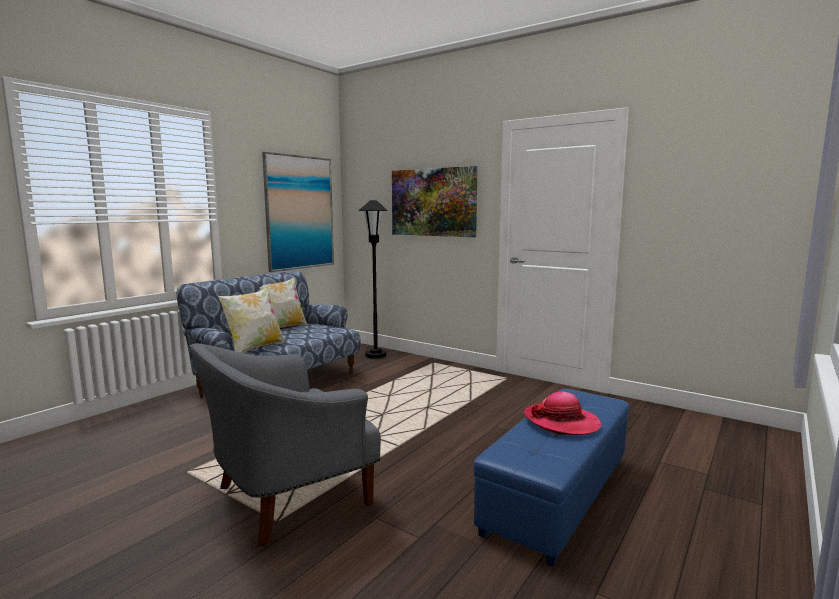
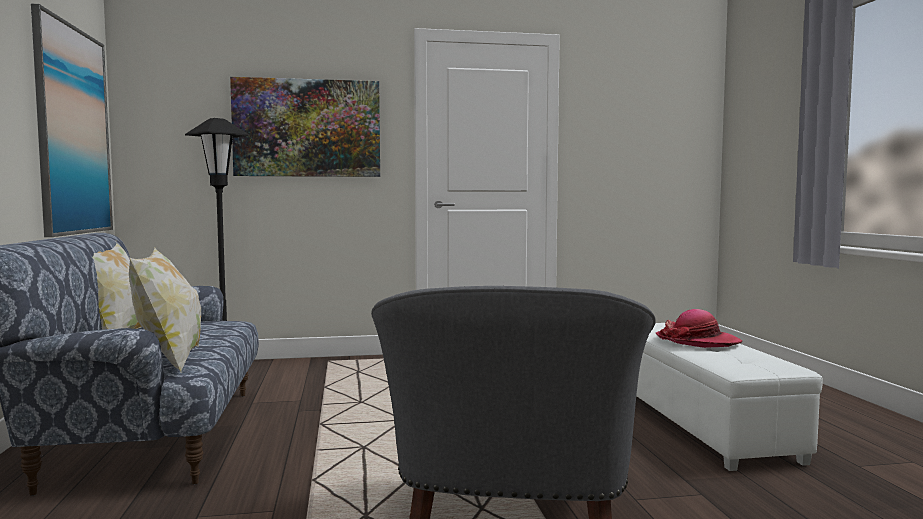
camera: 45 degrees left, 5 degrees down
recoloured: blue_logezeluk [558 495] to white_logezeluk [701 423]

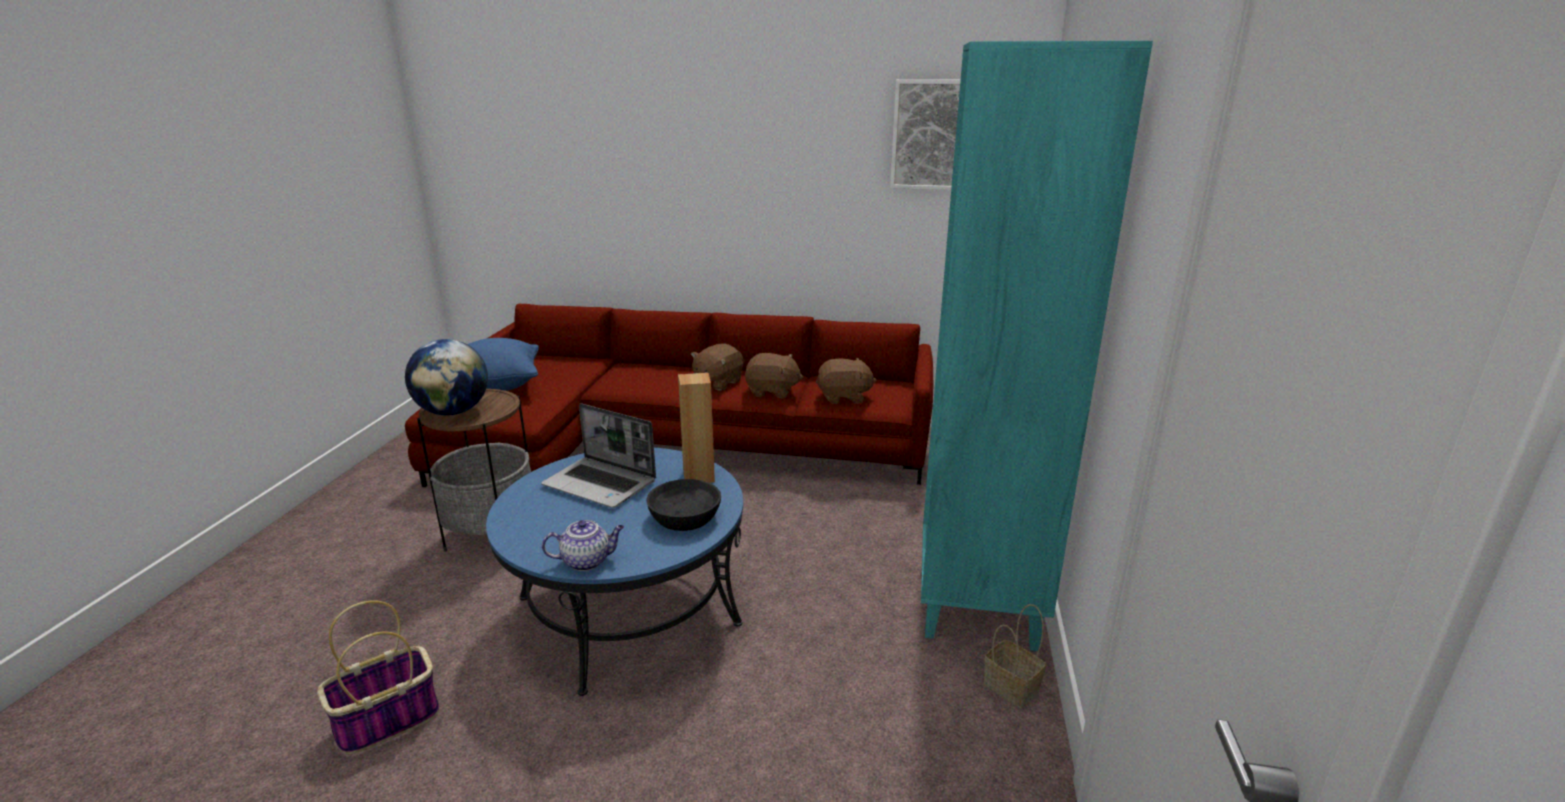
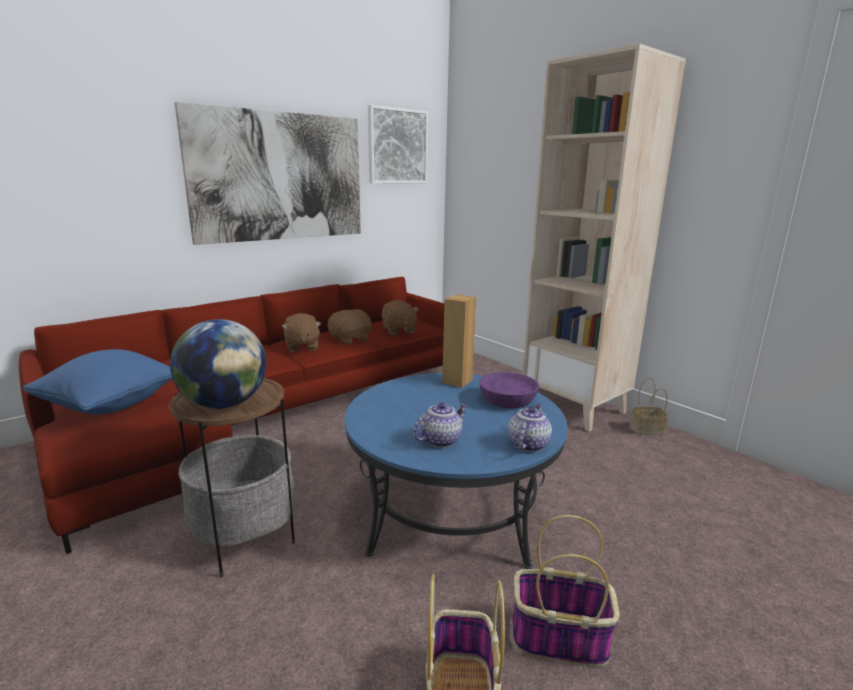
camera: 50 degrees left, 5 degrees down
removed: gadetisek [601 484]
added: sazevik [279 177]; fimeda [441 440]; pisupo [558 638]
recoloured: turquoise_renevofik [979 603] to beige_renevofik [575 408]; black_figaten [686 517] to purple_figaten [508 399]
turned: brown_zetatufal [844 397] = [398 330] 120 degrees clockwise

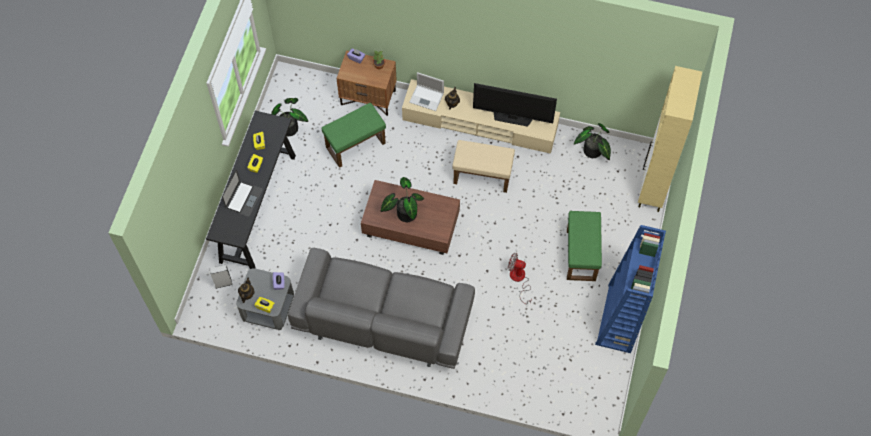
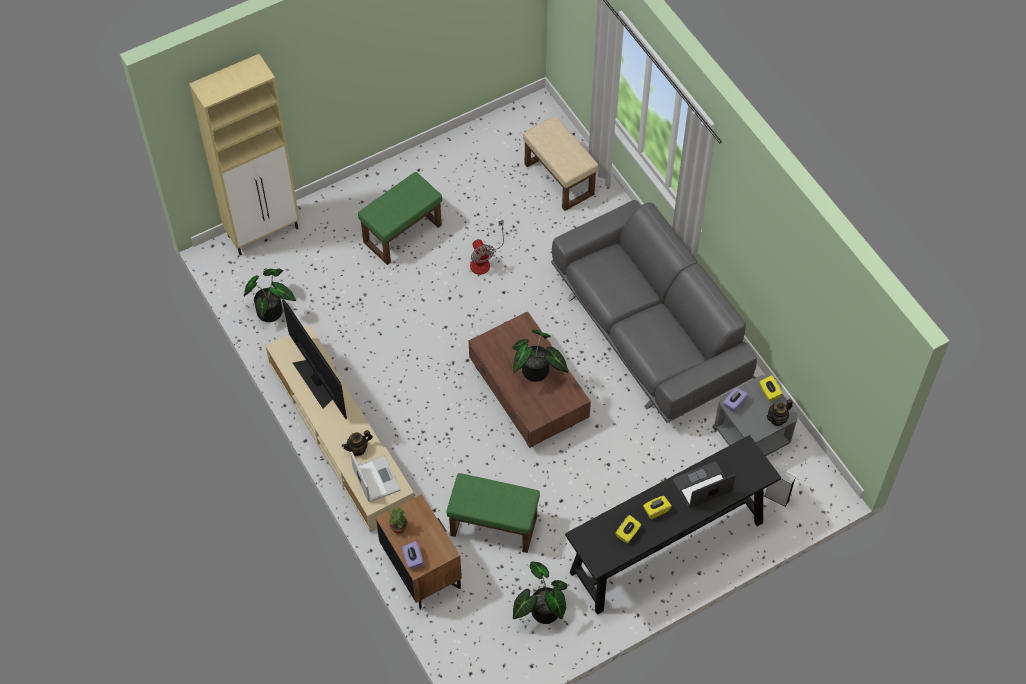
camera: 135 degrees left, 5 degrees down
removed: blue_renevofik [619 319]
moved: beige_logezeluk [481 176] to [560 179]

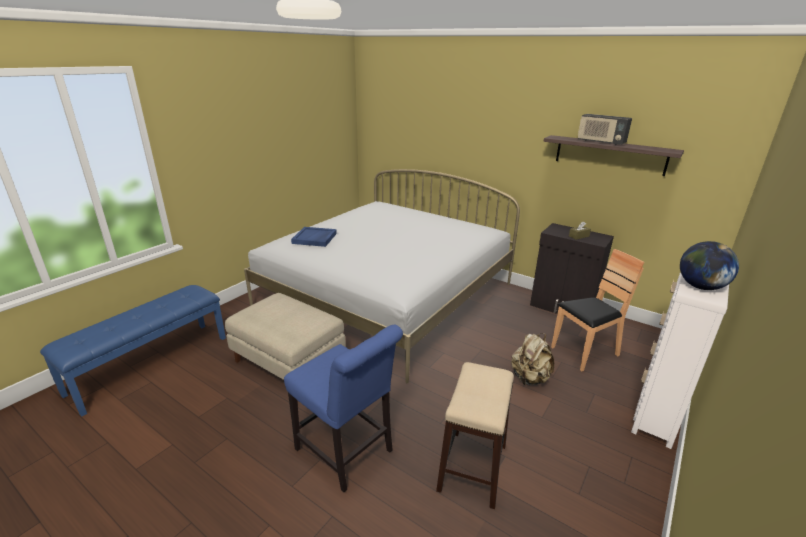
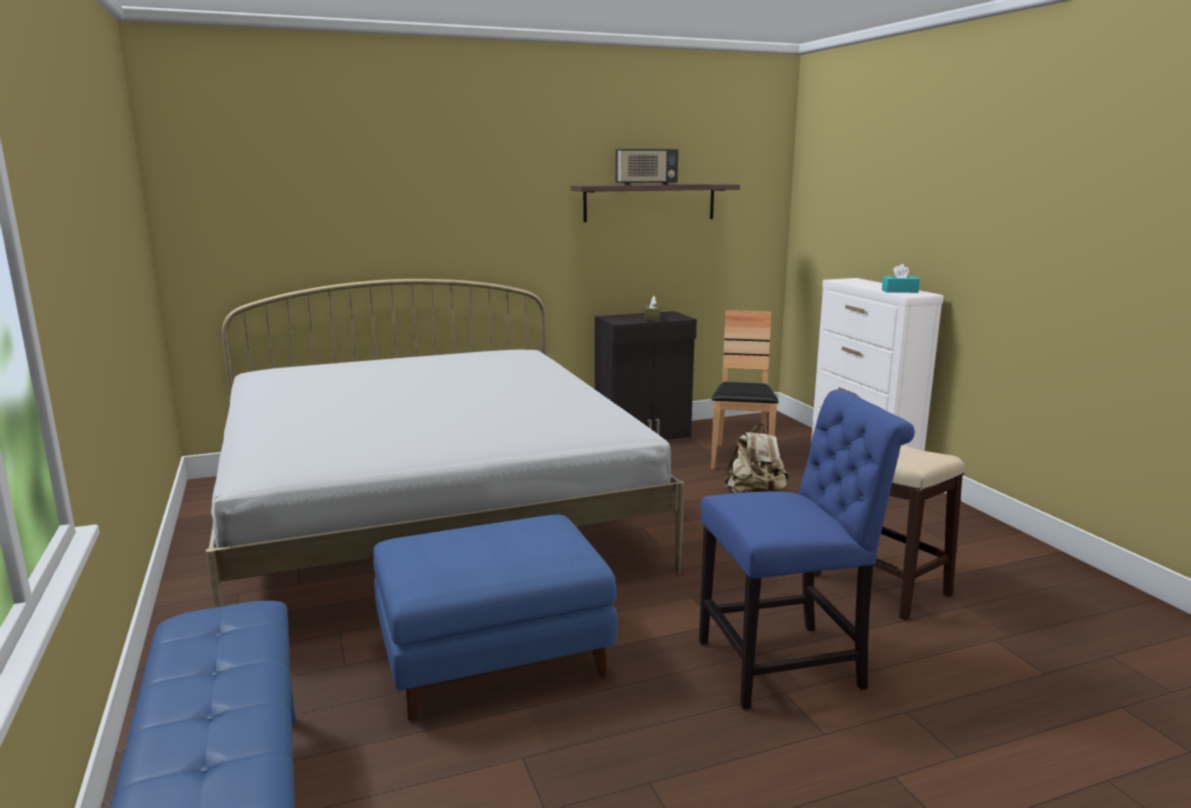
camera: 55 degrees left, 10 degrees down
removed: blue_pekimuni [315 238]
replaced: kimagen [700 287] to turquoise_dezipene [899 291]
recoloured: beige_logezeluk [290 361] to blue_logezeluk [495 657]

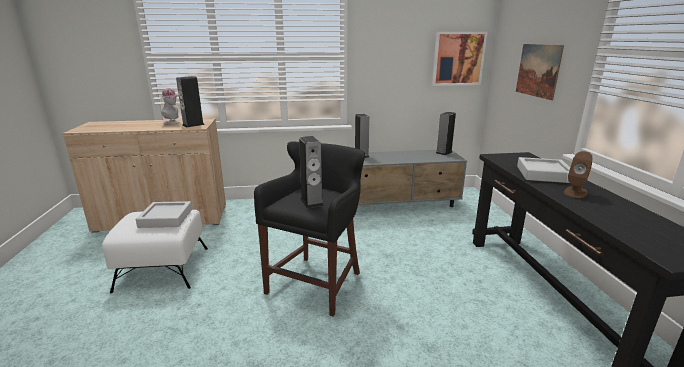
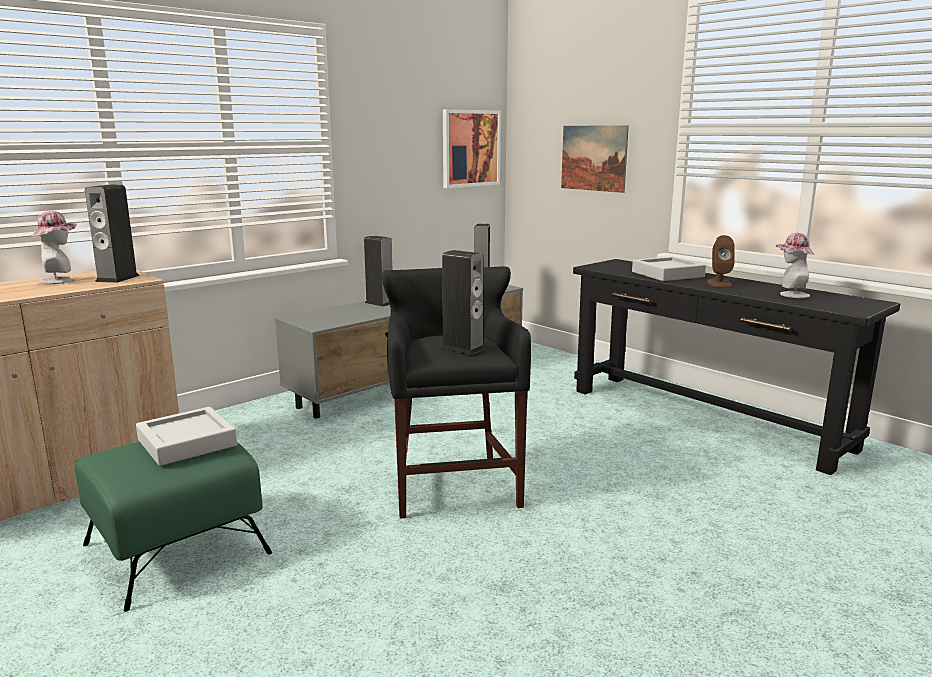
camera: 35 degrees left, 5 degrees down
added: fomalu [790 295]
recoloured: white_logezeluk [162 268] to green_logezeluk [175 549]

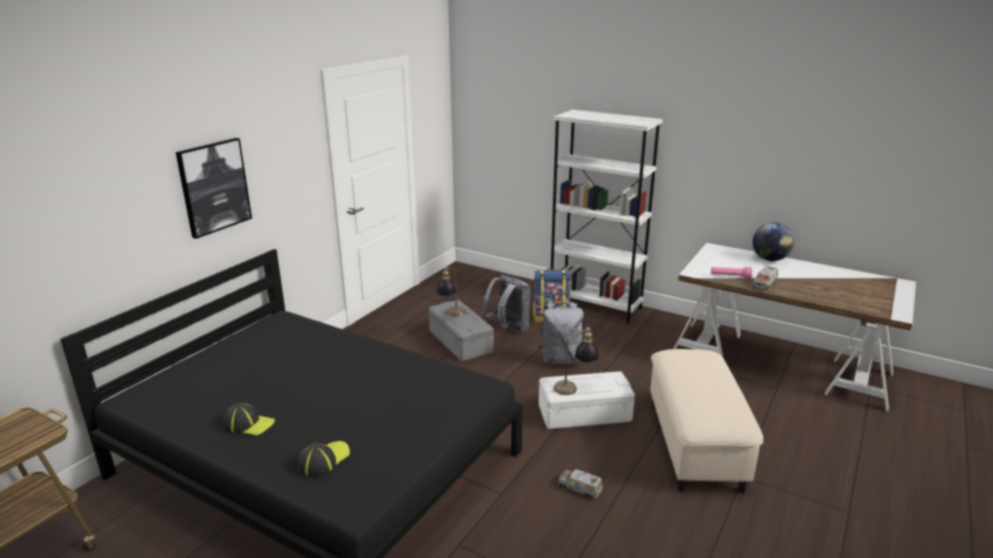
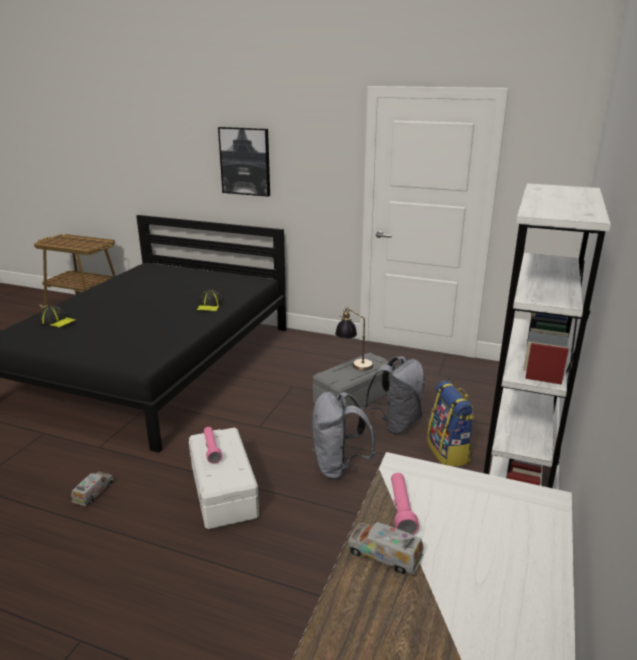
camera: 80 degrees right, 0 degrees up
removed: kimagen [769 259]; beige_logezeluk [696 445]
moved: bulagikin [249 424] to [209 305]
replaced: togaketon [575 388] to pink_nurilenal [211 449]

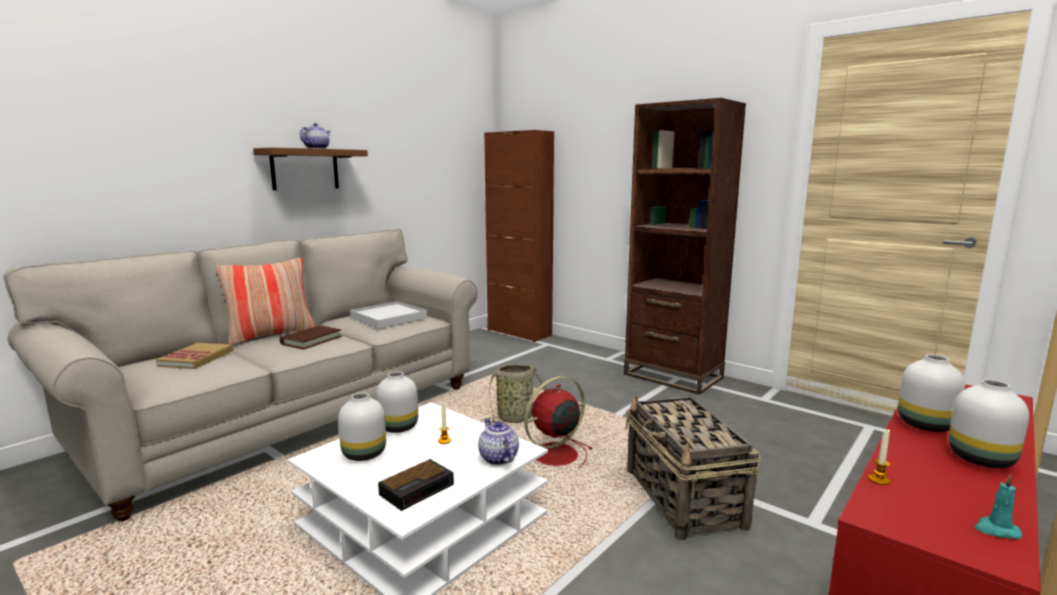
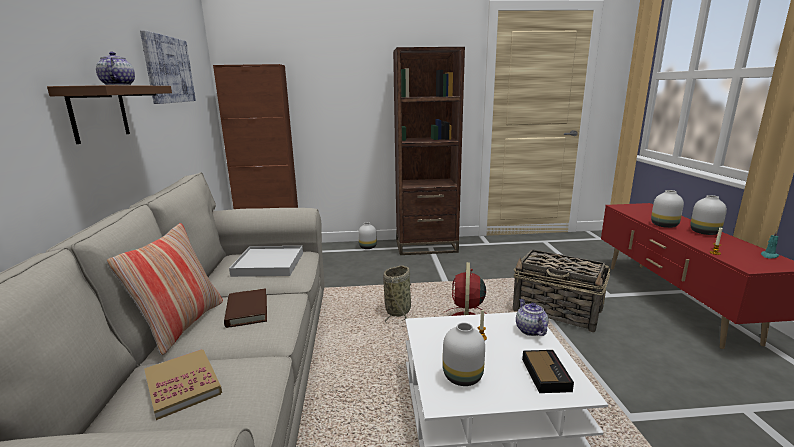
camera: 45 degrees left, 5 degrees up
added: sazevik [168 70]
moved: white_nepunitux [399 427] to [368 247]
turned: fimeda [497 458] = [530 330] 60 degrees clockwise

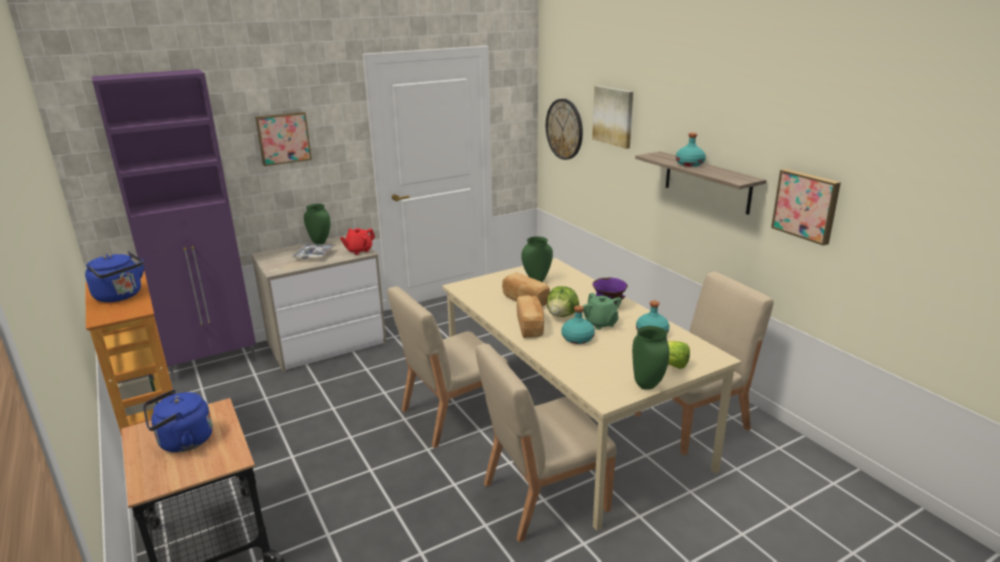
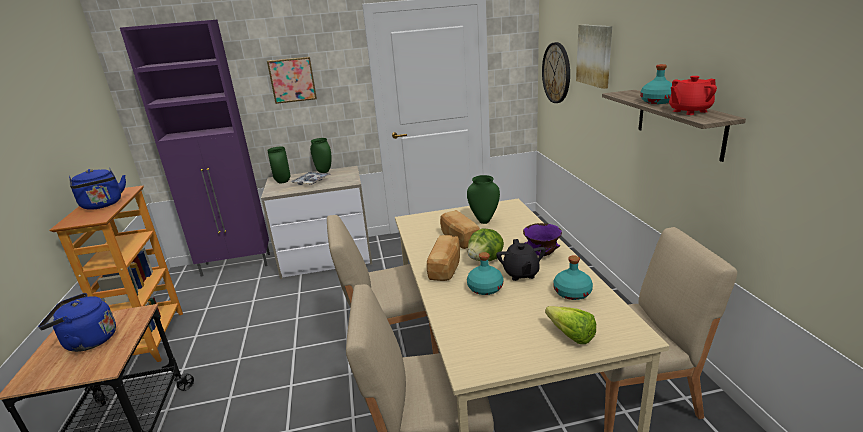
camera: 20 degrees right, 0 degrees up
removed: sazevik [806 205]
moved: red_fimeda [359 251] to [689 111]; green_nepunitux [646 386] to [282 182]
recoloured: green_fimeda [600 323] to black_fimeda [521 274]

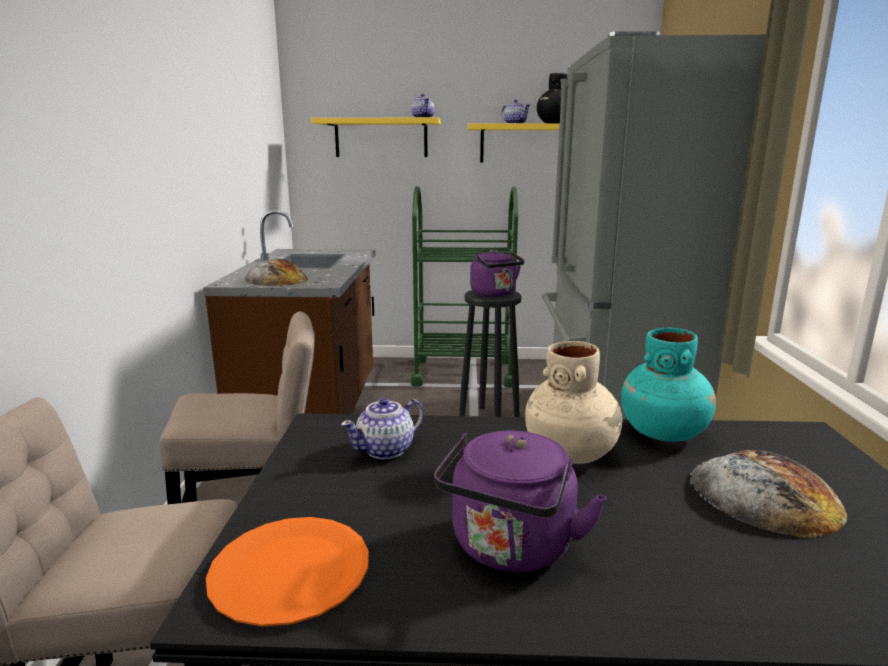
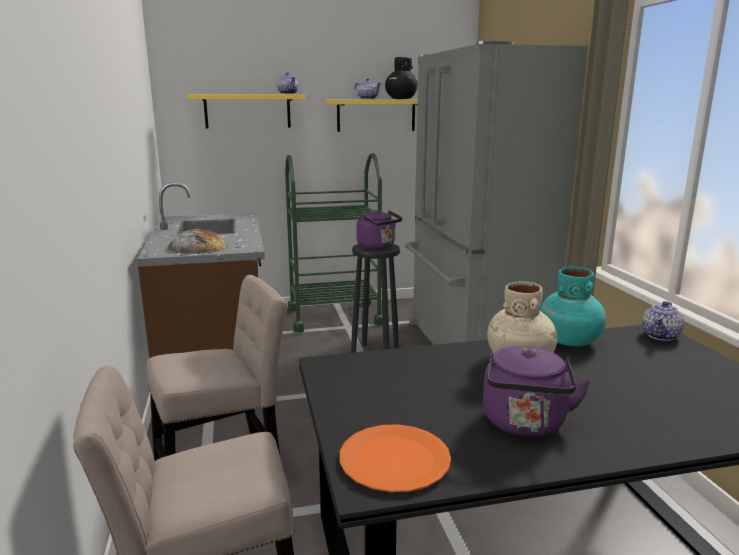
camera: 15 degrees left, 0 degrees up
removed: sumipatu [763 496]
moved: fimeda [386 450] to [661 335]

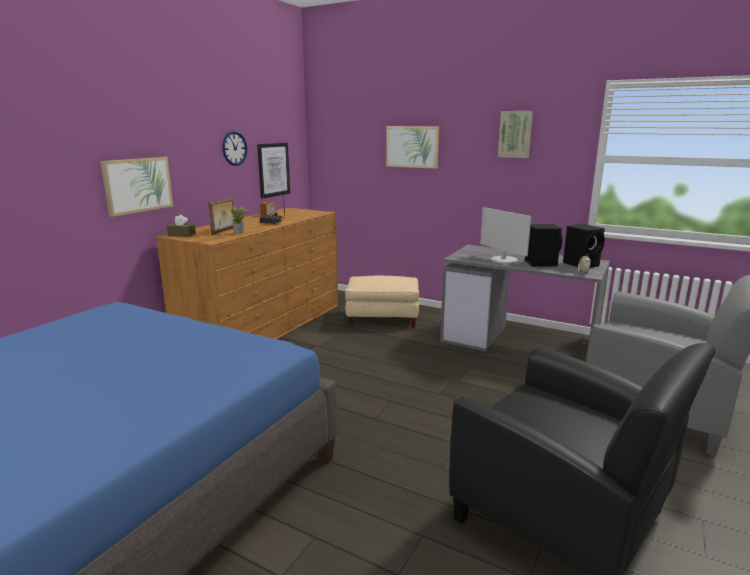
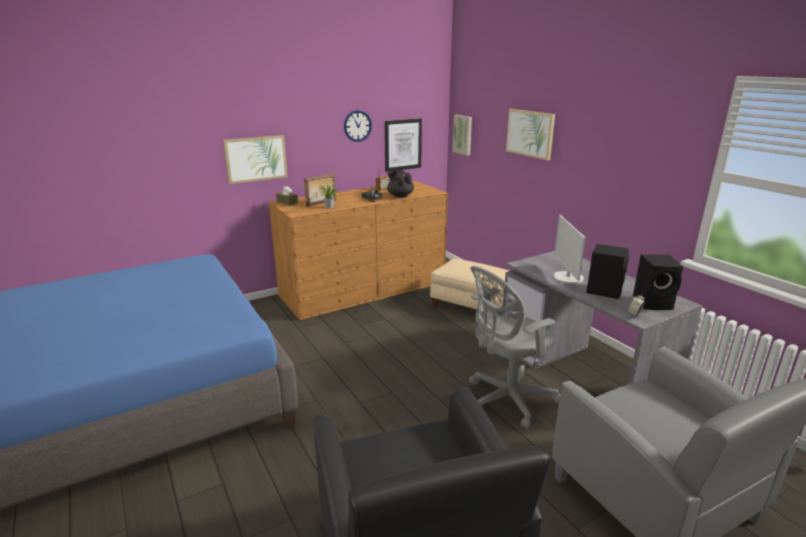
camera: 30 degrees right, 5 degrees up
added: black_fimeda [400 196]; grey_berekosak [506 400]
moved: sazevik [515 134] to [463 134]

